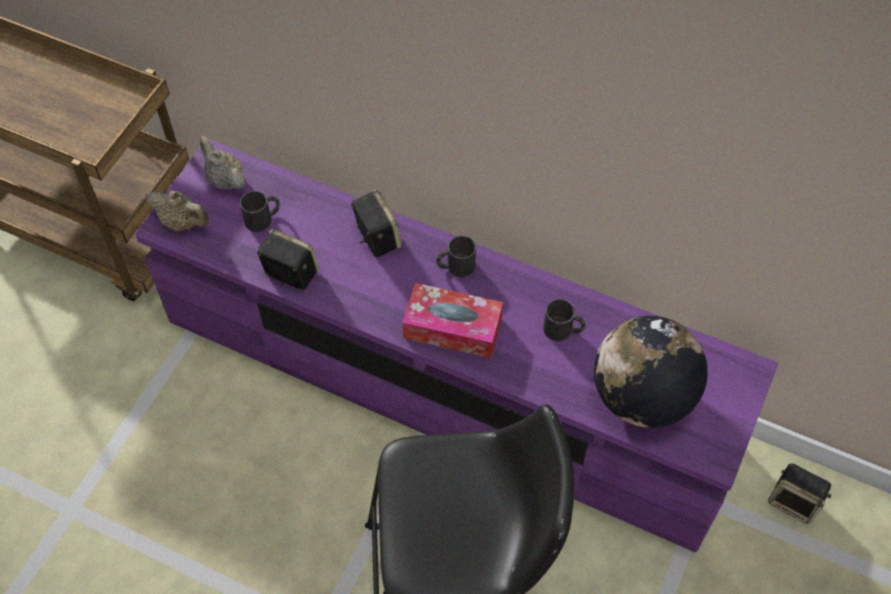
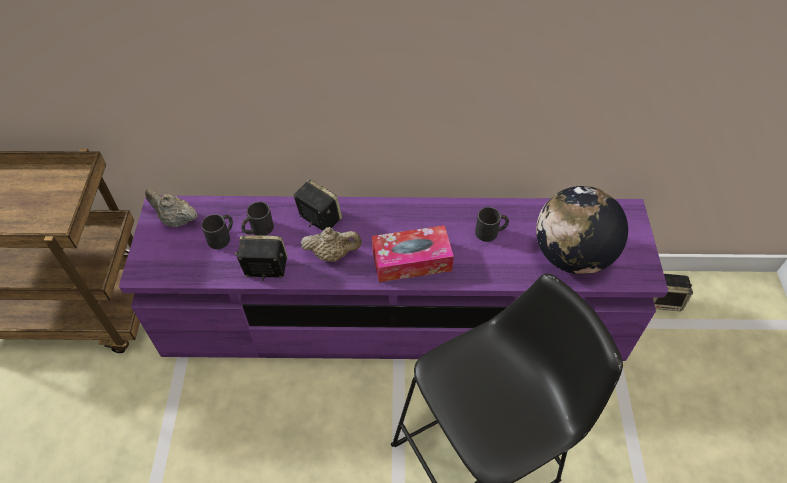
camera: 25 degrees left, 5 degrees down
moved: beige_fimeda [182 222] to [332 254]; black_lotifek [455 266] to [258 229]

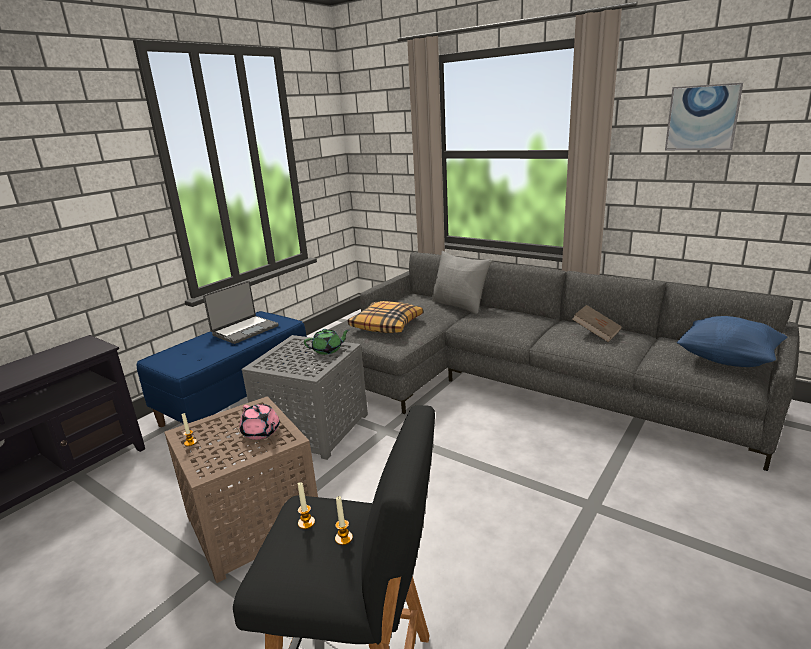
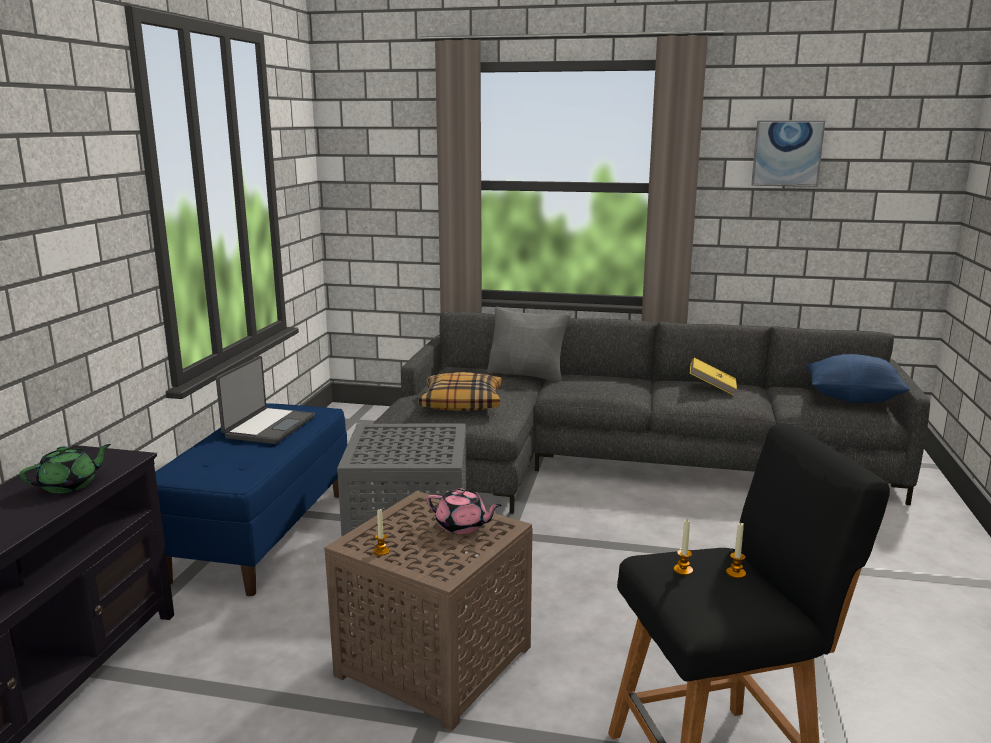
camera: 25 degrees left, 5 degrees down
moved: green_fimeda [328 350] to [70 485]
recoloured: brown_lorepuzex [596 333] to yellow_lorepuzex [712 388]

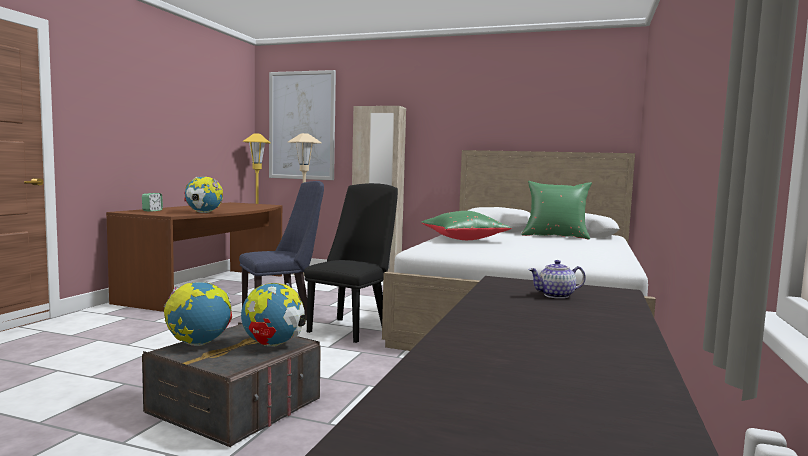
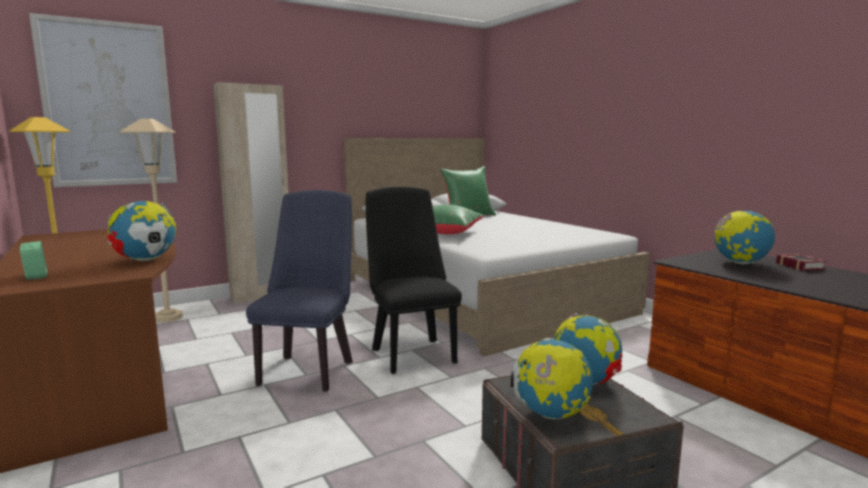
camera: 50 degrees left, 5 degrees up
added: lorepuzex [799 265]
replaced: fimeda [556 296] to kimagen [740 263]

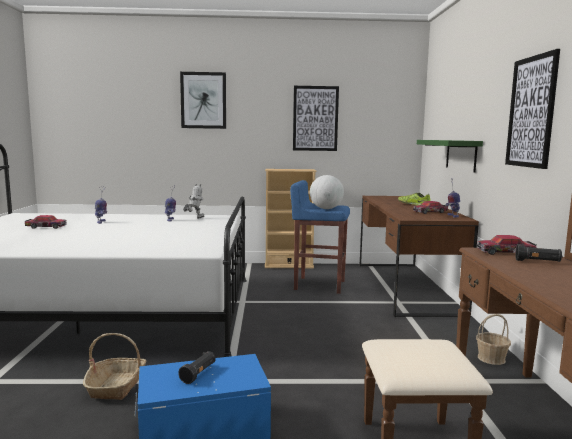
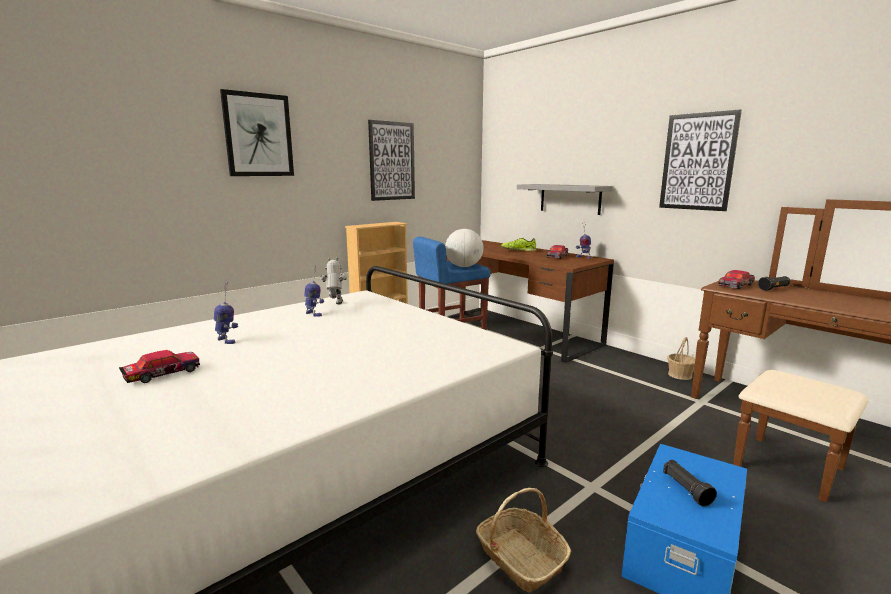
camera: 40 degrees left, 5 degrees up
recoloured: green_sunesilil [461 155] to grey_sunesilil [570 198]

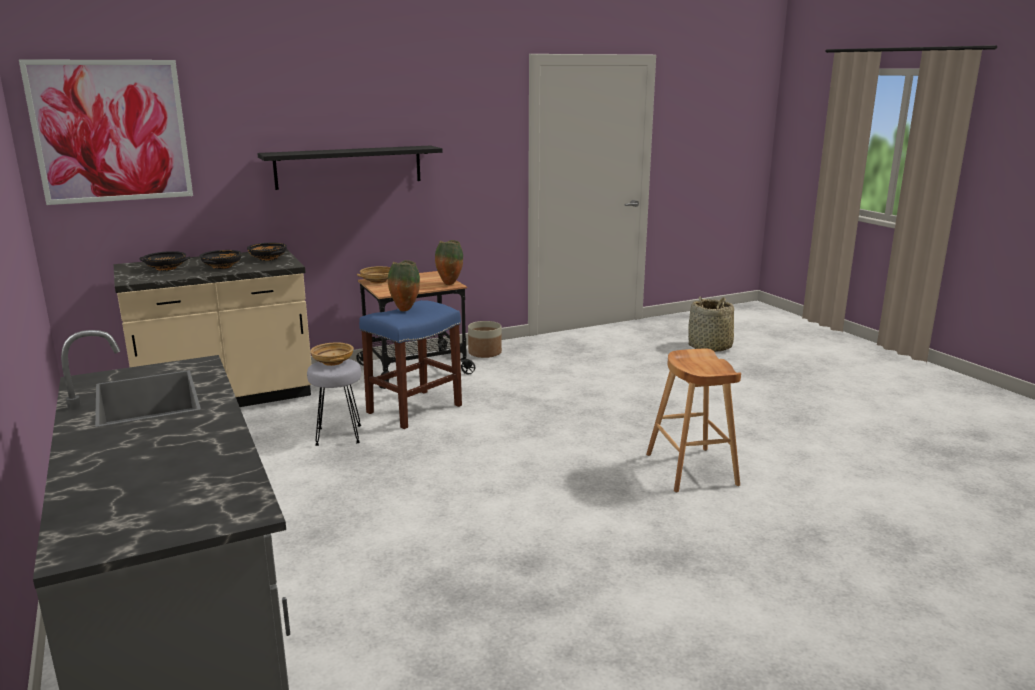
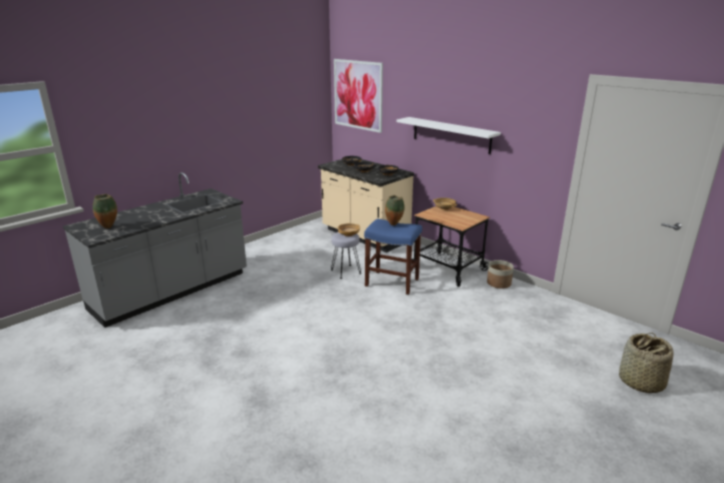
camera: 70 degrees right, 5 degrees up
removed: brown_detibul [691 469]
moved: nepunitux [449 284] to [109 227]
recoloured: black_sunesilil [349 167] to white_sunesilil [451 135]

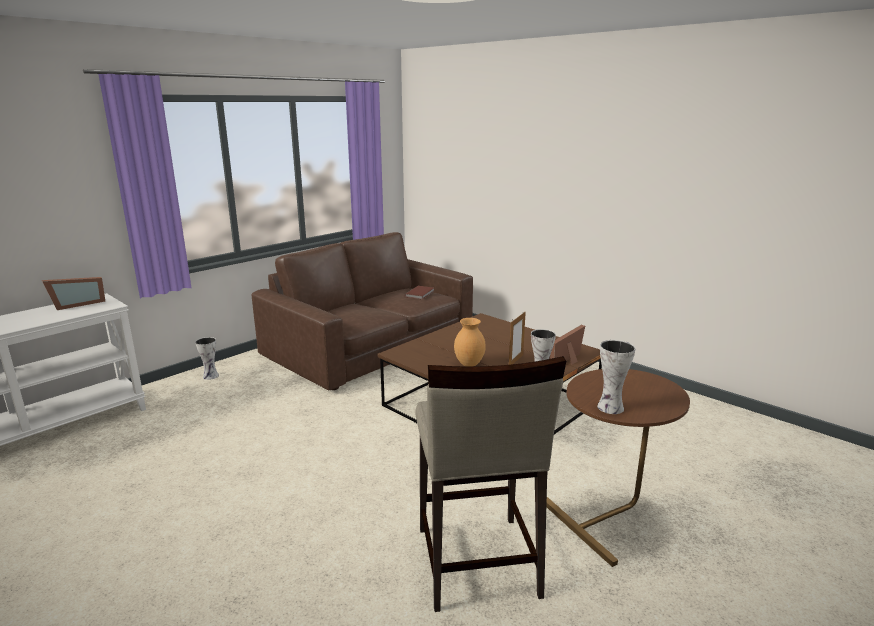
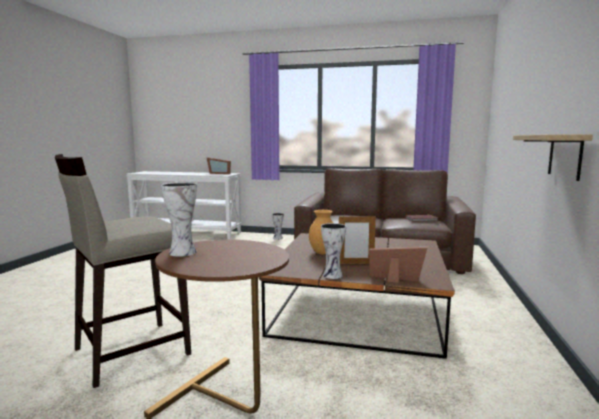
camera: 60 degrees right, 10 degrees down
added: sunesilil [565 156]

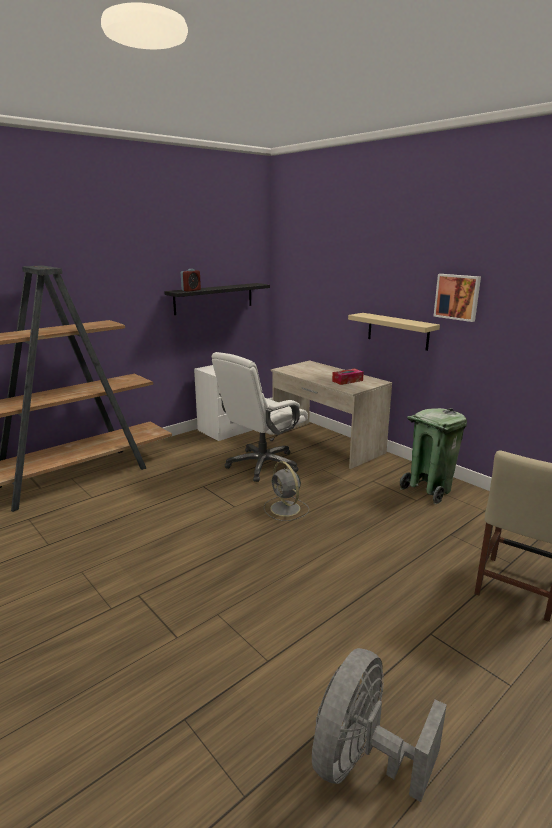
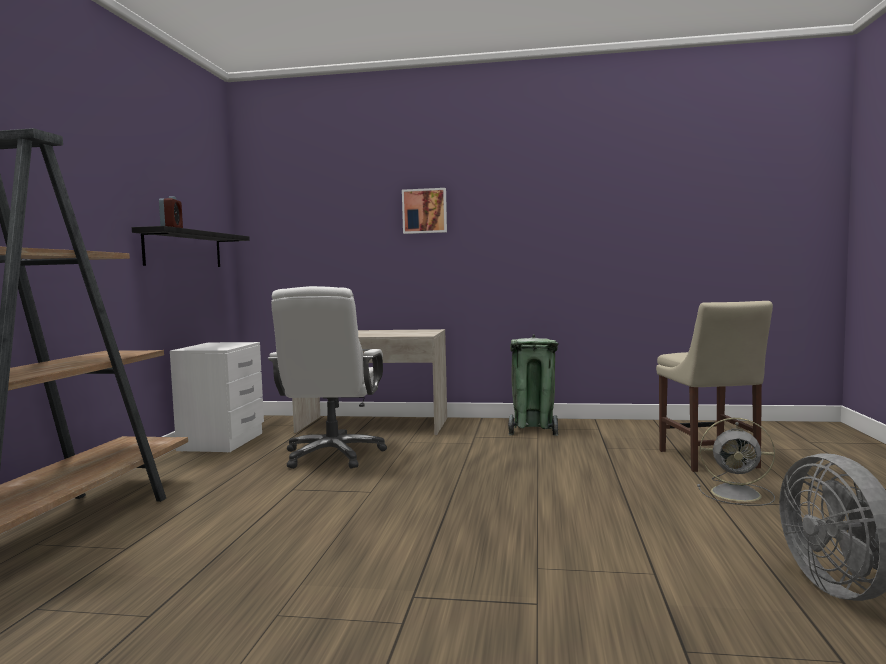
camera: 40 degrees left, 15 degrees down
removed: beige_sunesilil [397 331]; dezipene [347 381]
moved: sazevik [457 297] to [424 211]; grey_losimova [286 509] to [738 494]

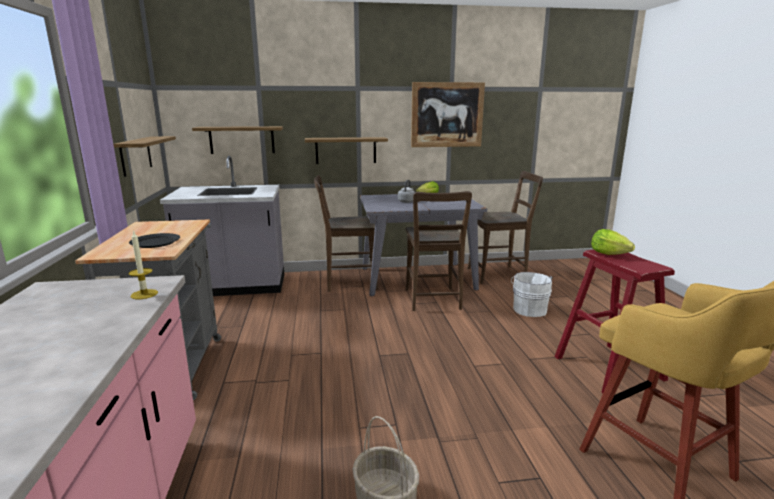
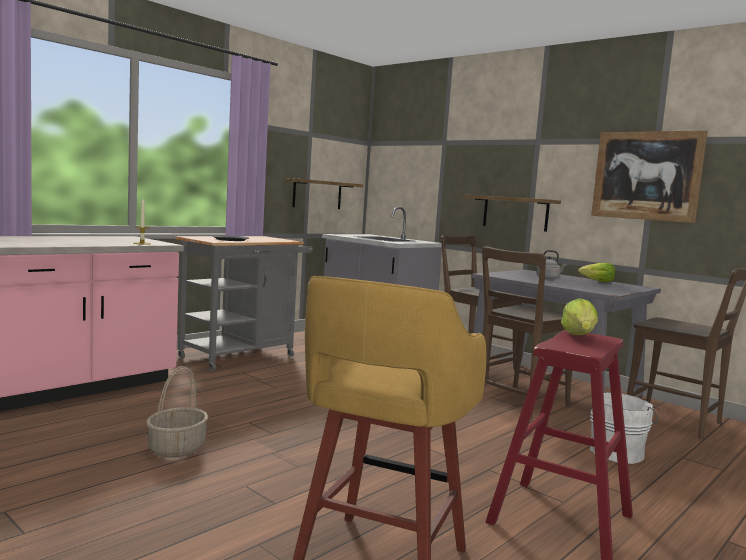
camera: 50 degrees right, 10 degrees down
removed: sunesilil [242 140]

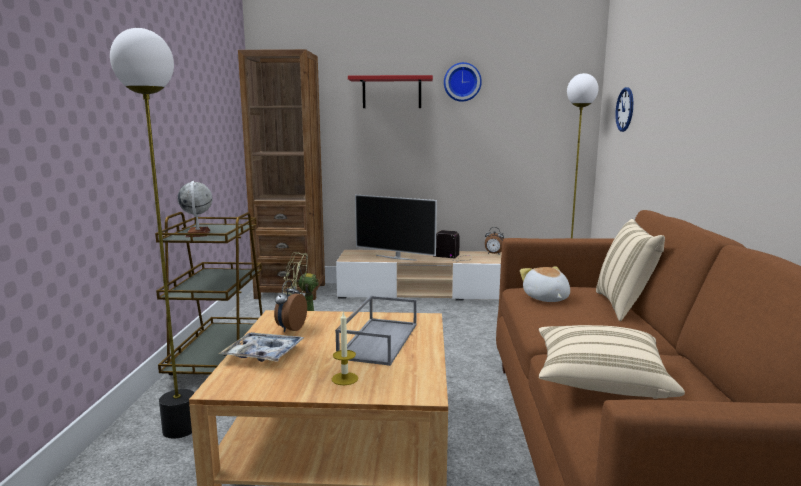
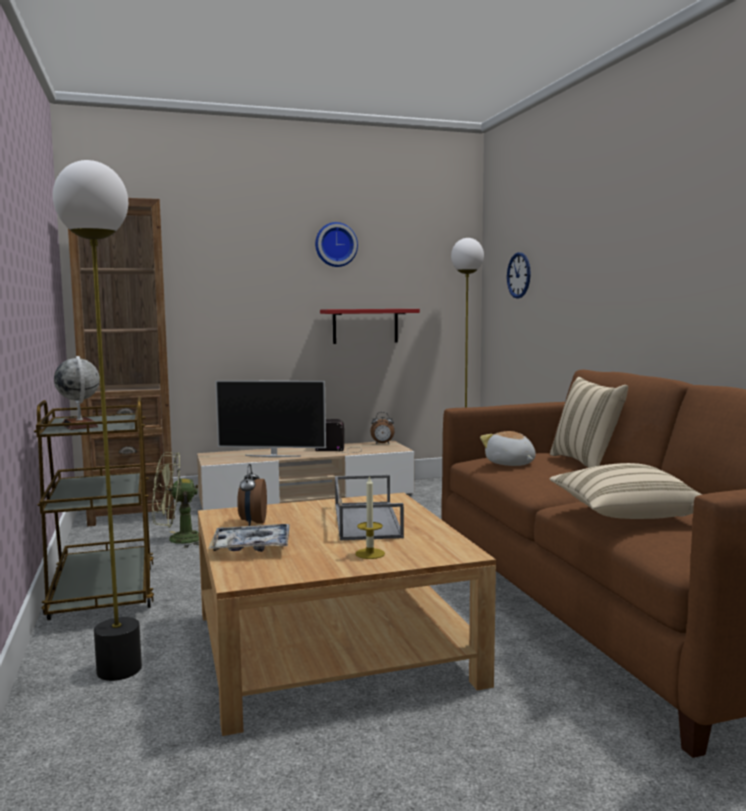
camera: 20 degrees left, 5 degrees down
moved: red_sunesilil [391 93] to [365 326]

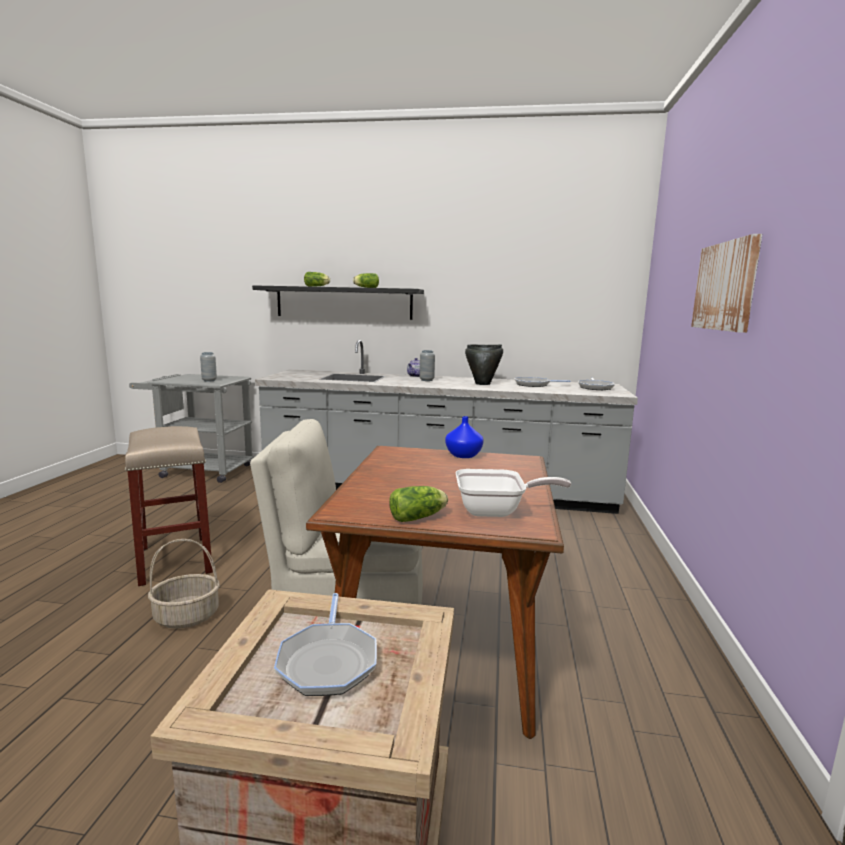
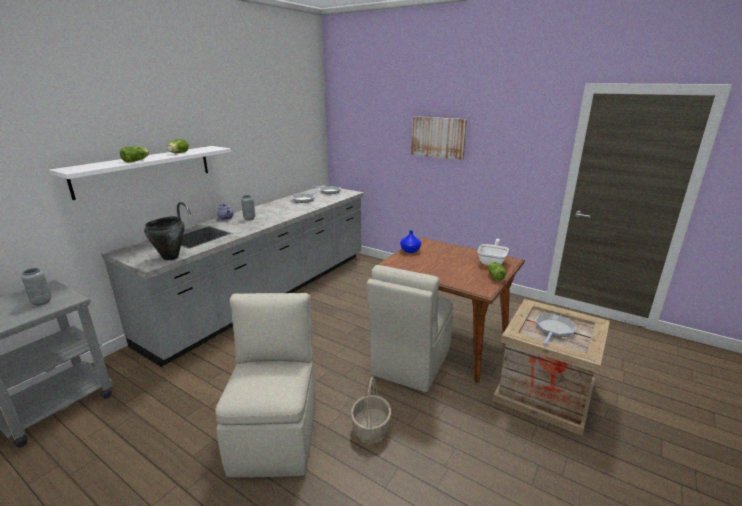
camera: 65 degrees left, 10 degrees up
moved: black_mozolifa [483 384] to [171 257]
replaced: beige_detibul [176 560] to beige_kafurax [276 433]
recoloured: black_sunesilil [344 303] to white_sunesilil [145 170]
turned: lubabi [328 661] = [553 329] 75 degrees counterclockwise

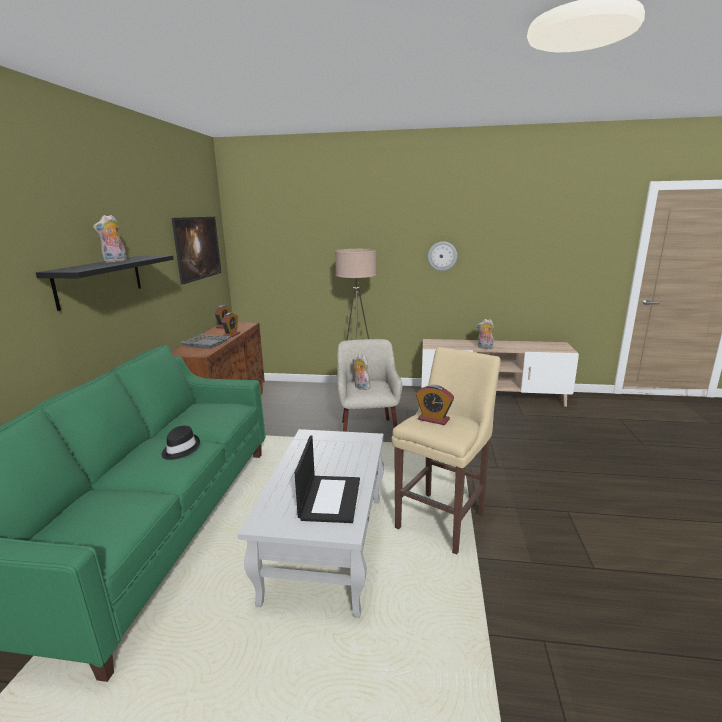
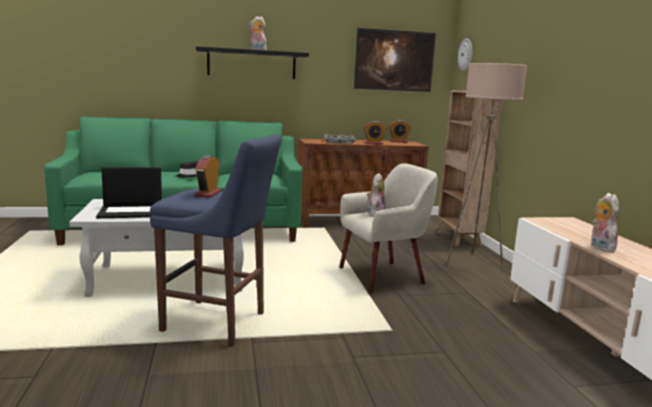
camera: 70 degrees right, 5 degrees down
added: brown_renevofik [458 239]
moved: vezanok [442 256] to [466 54]
recoloured: beige_detibul [443 519] to blue_detibul [218 323]

